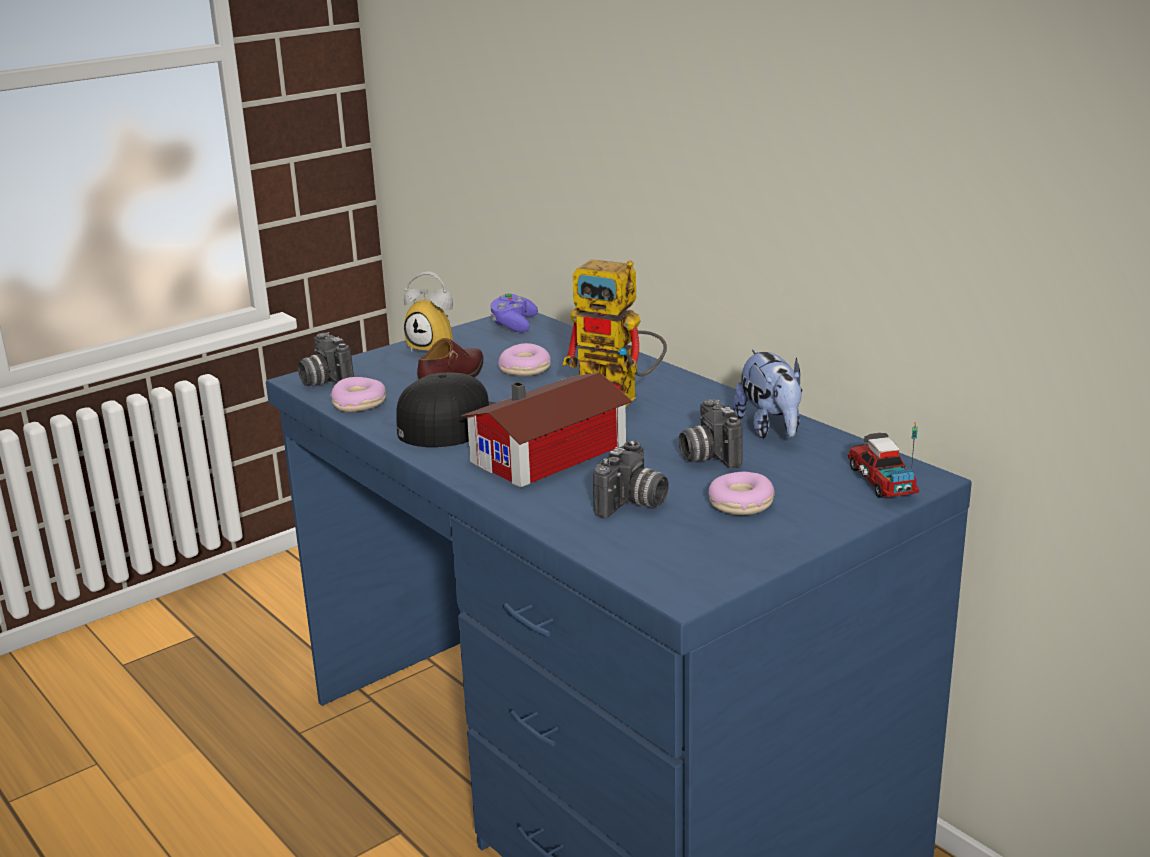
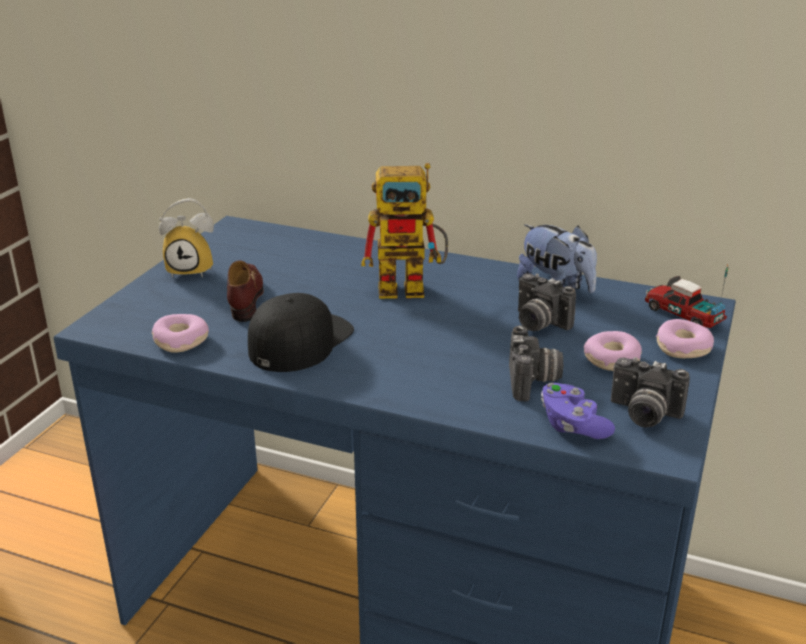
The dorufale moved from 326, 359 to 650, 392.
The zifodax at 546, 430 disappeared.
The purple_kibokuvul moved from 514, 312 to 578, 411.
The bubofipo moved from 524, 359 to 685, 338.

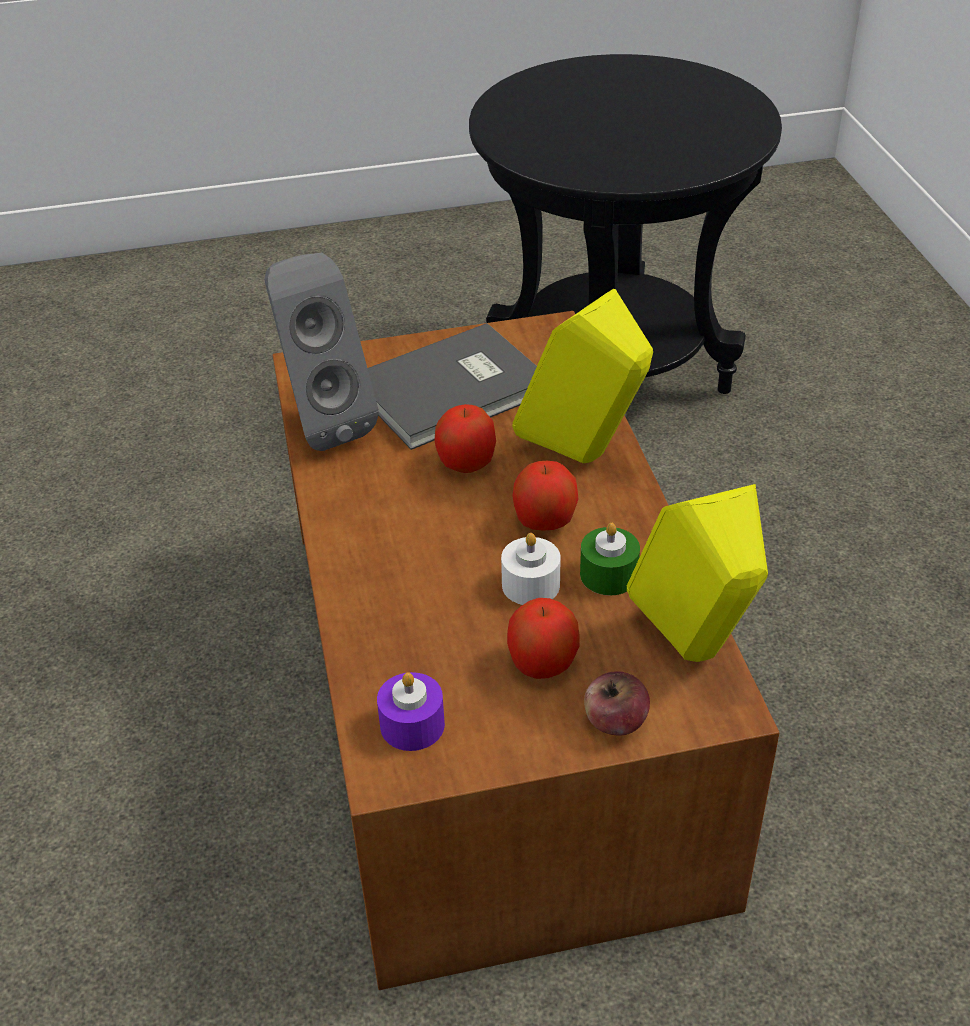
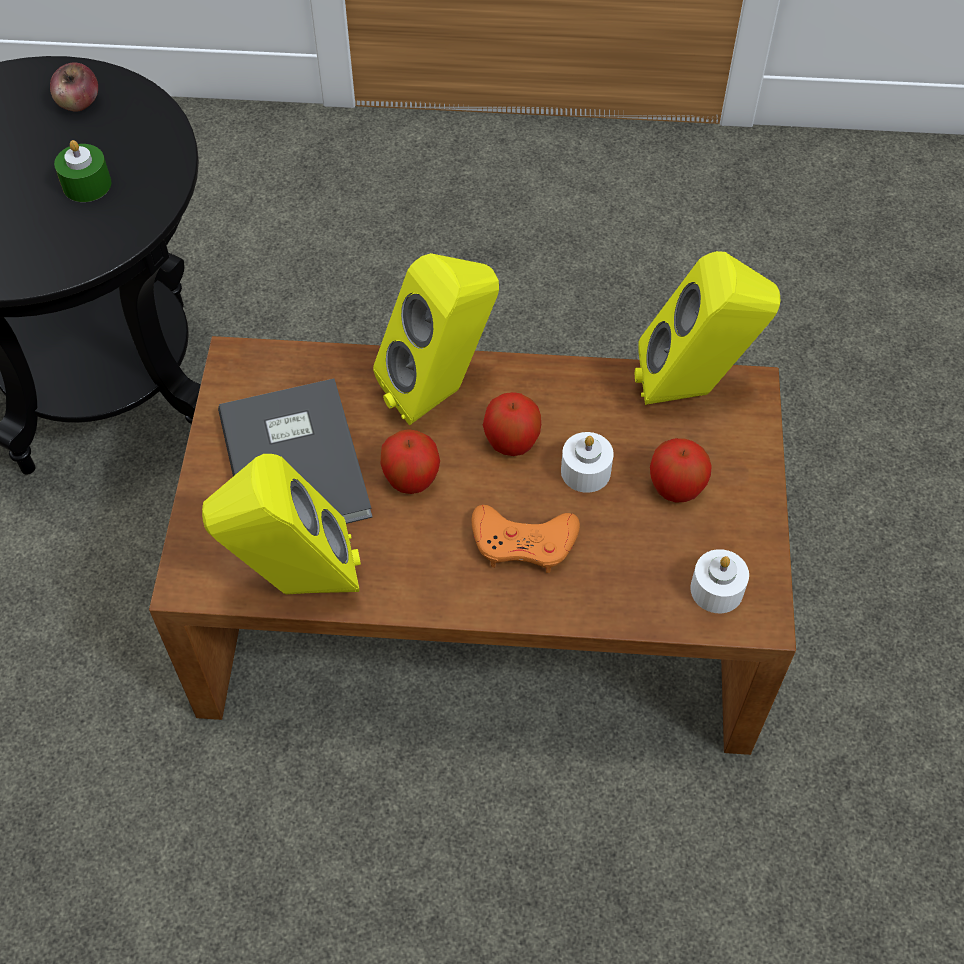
The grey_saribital at 321, 352 became the yellow_saribital at 281, 524.
The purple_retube at 411, 711 became the white_retube at 719, 581.
The green_retube moved from 610, 558 to 82, 171.
The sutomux moved from 617, 703 to 74, 87.
The orange_kibokuvul at 526, 539 appeared.

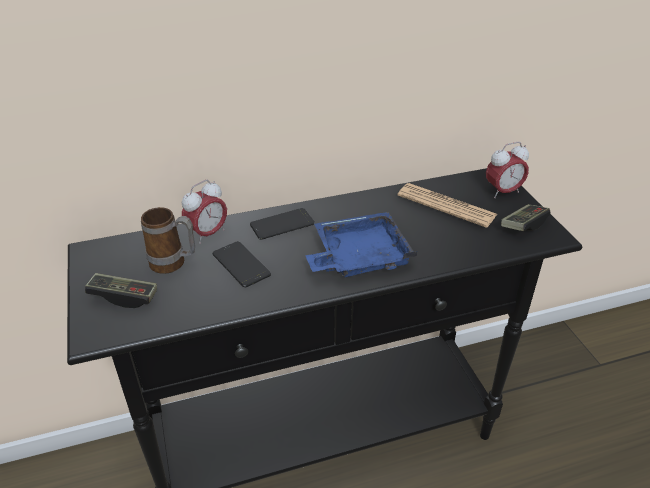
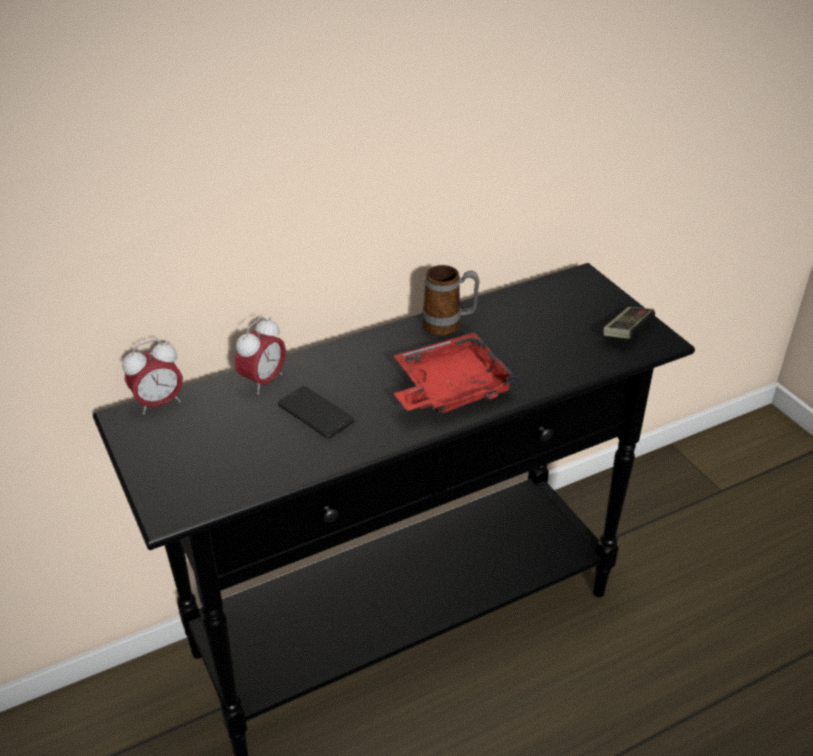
The kibokuvul at 121, 290 disappeared.
The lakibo moved from 168, 240 to 451, 300.
The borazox at 282, 224 disappeared.
The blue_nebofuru at 361, 244 became the red_nebofuru at 456, 372.
The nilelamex at 447, 205 disappeared.
The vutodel moved from 507, 170 to 152, 377.

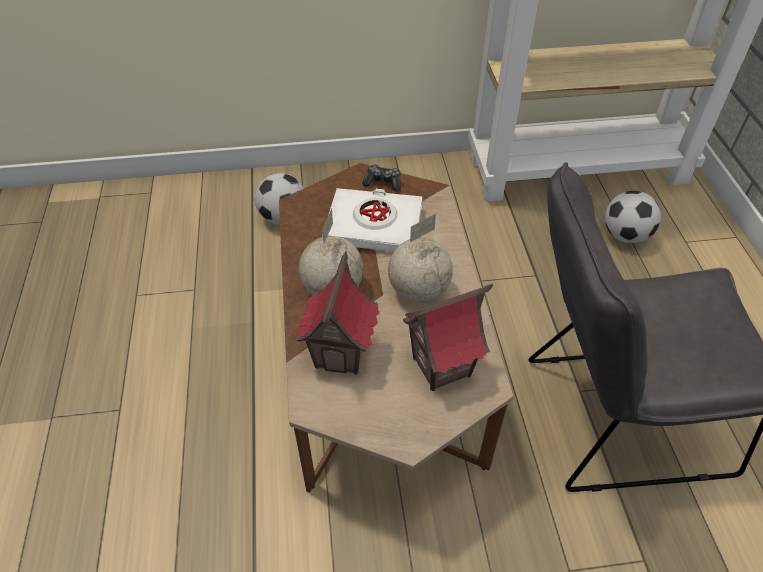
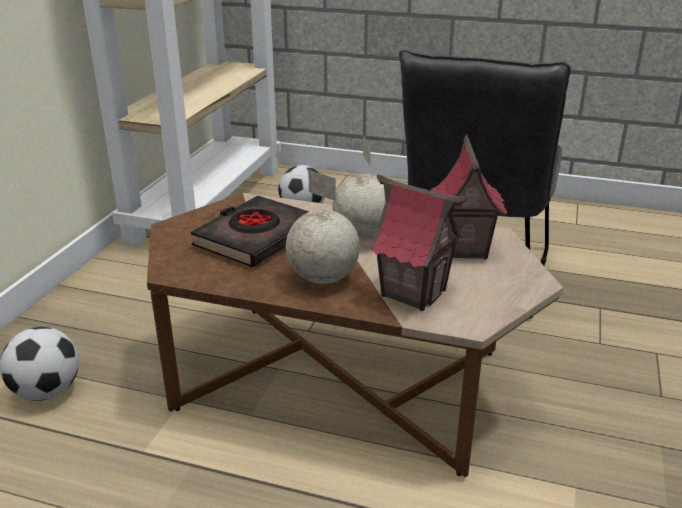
The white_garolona at 372, 220 became the black_garolona at 250, 231.
The kibokuvul at 381, 178 disappeared.

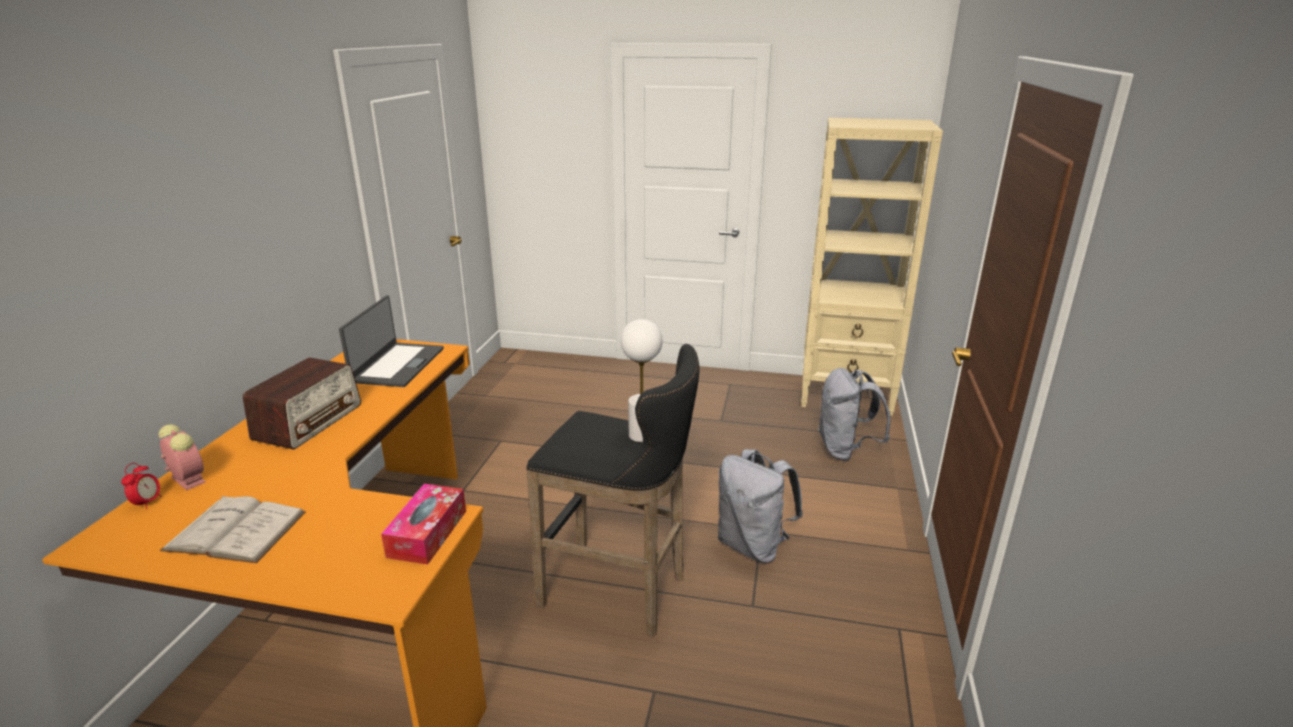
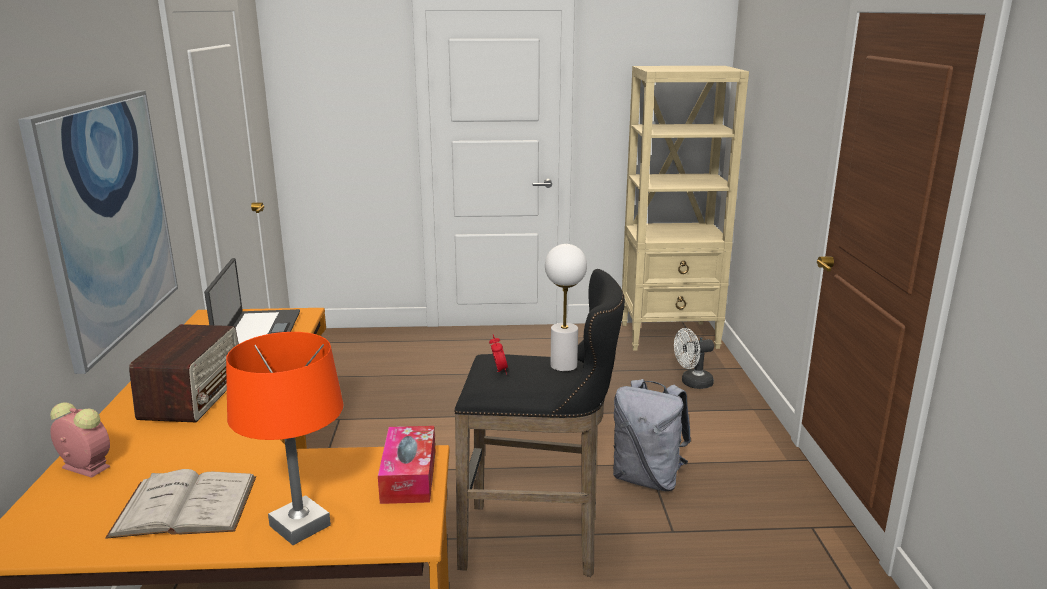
The vutodel moved from 141, 486 to 498, 354.
The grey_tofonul at 854, 414 was replaced by the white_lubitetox at 694, 358.
The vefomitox at 98, 232 appeared.
The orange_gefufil at 285, 438 appeared.

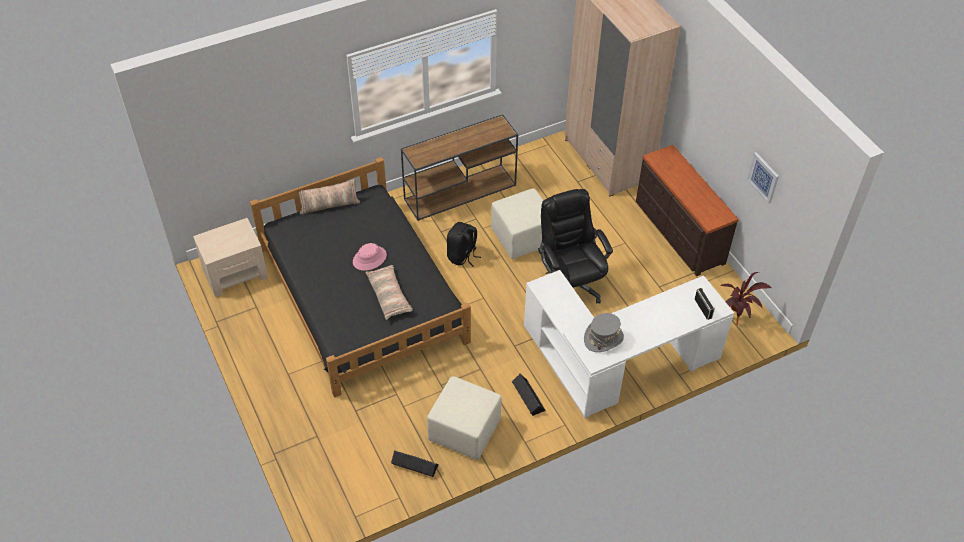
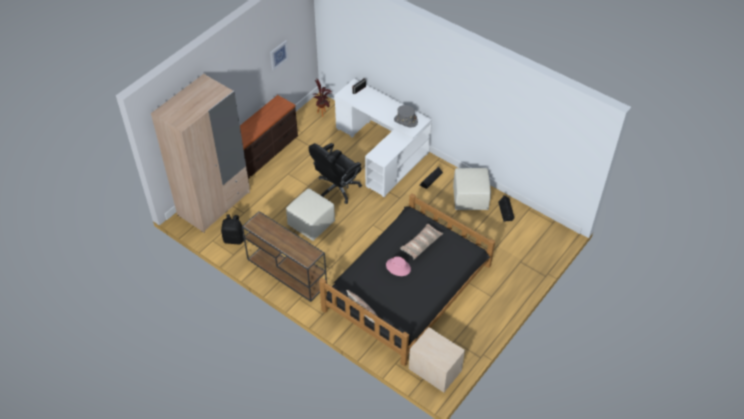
The black_tofonul moved from 464, 244 to 233, 229.

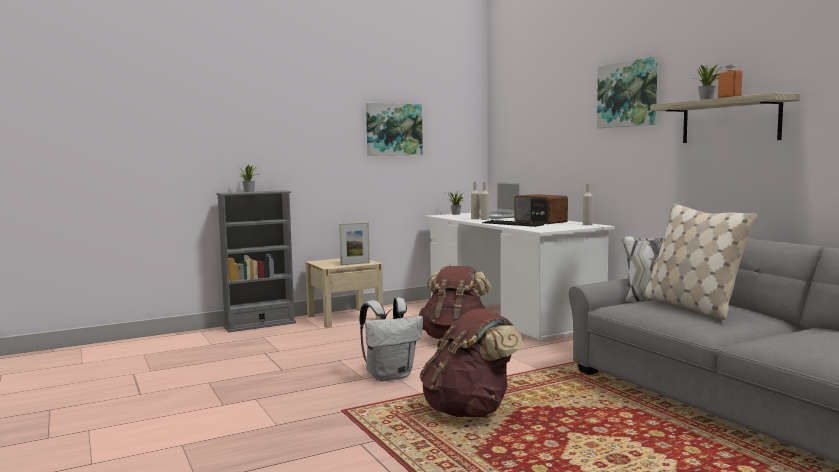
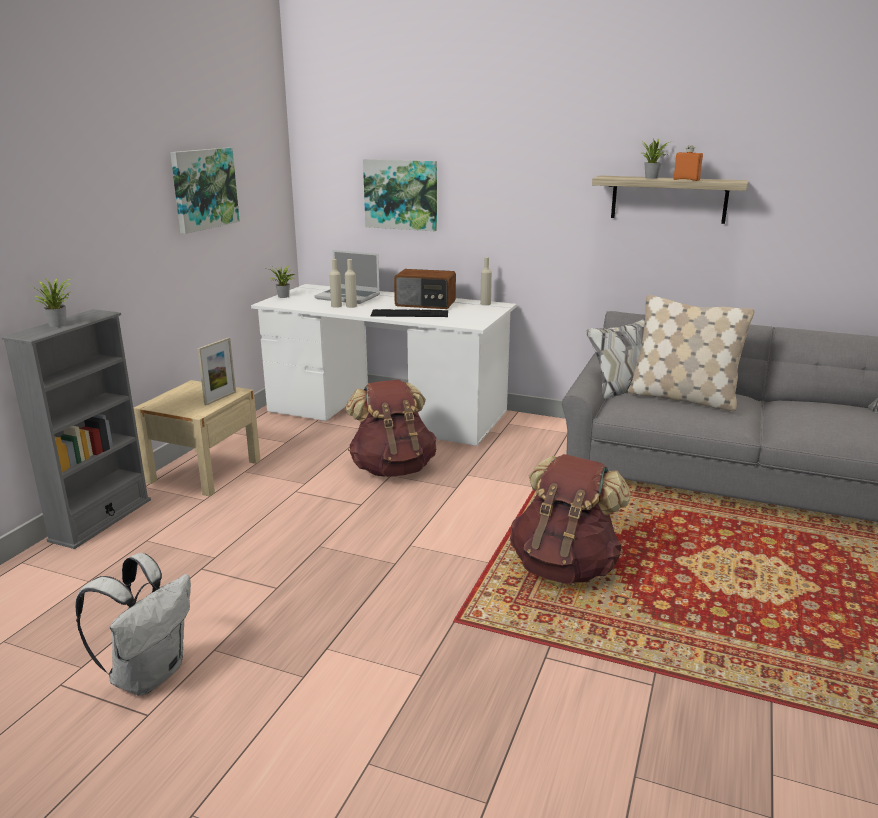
The white_tofonul moved from 391, 339 to 133, 624.
The vefomitox moved from 627, 92 to 400, 195.

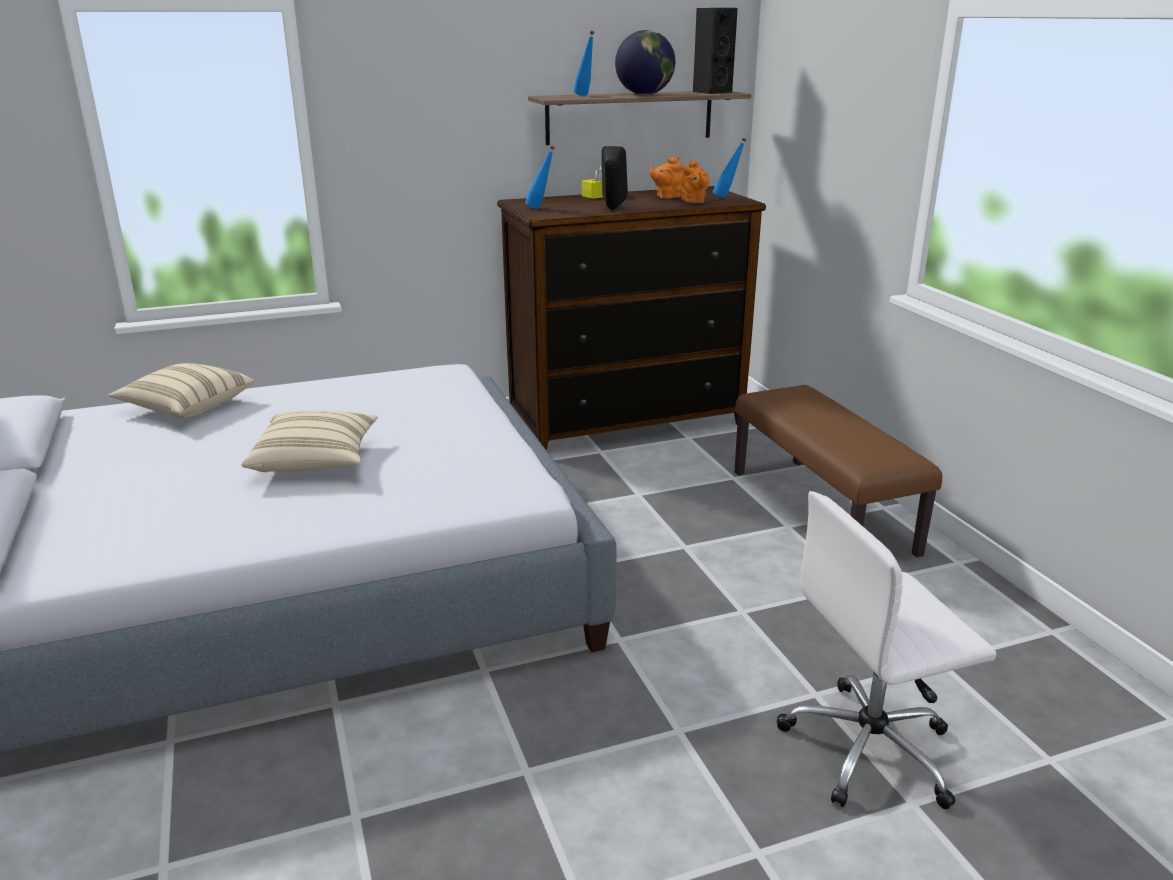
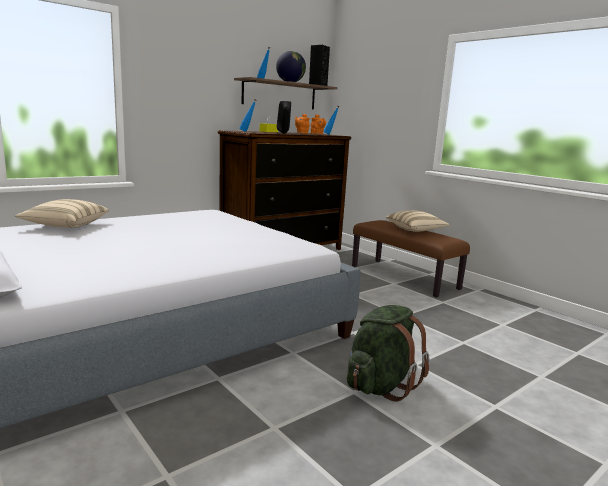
The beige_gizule moved from 309, 441 to 418, 221.
The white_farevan at 886, 650 disappeared.
The green_tofonul at 388, 353 appeared.

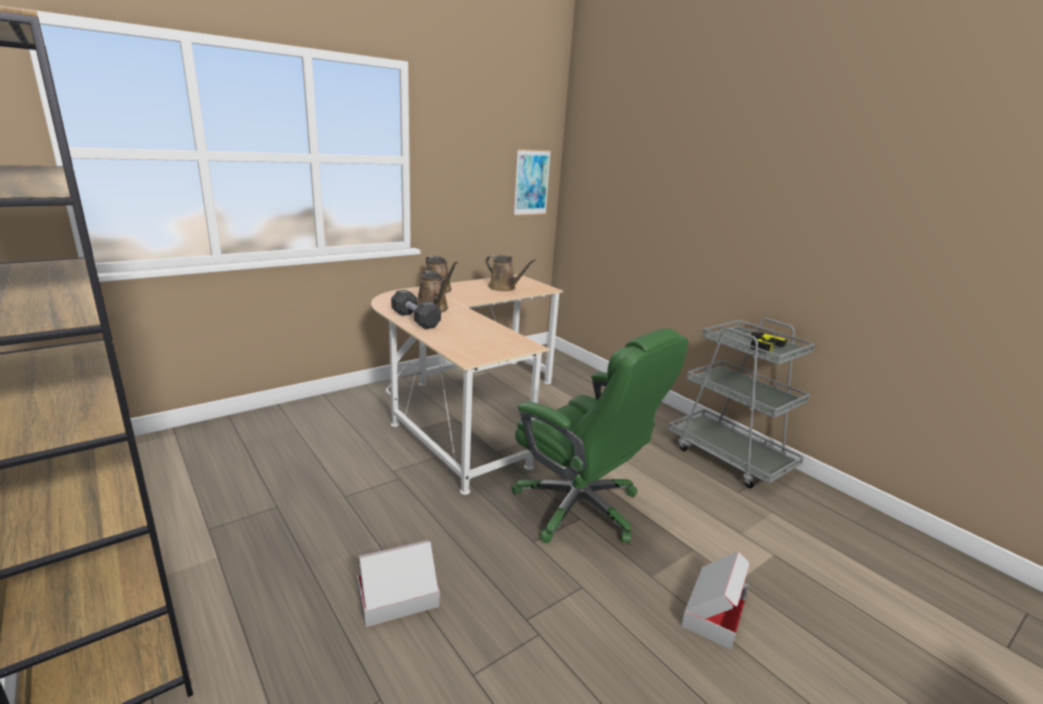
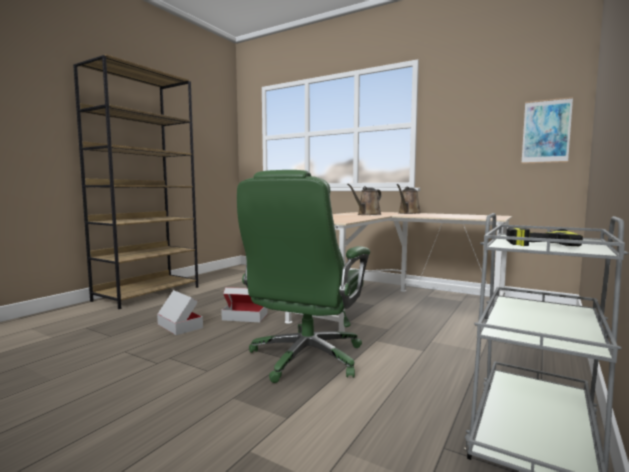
The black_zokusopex at 416, 309 disappeared.
The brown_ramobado at 510, 273 disappeared.
The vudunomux moved from 715, 600 to 244, 304.

